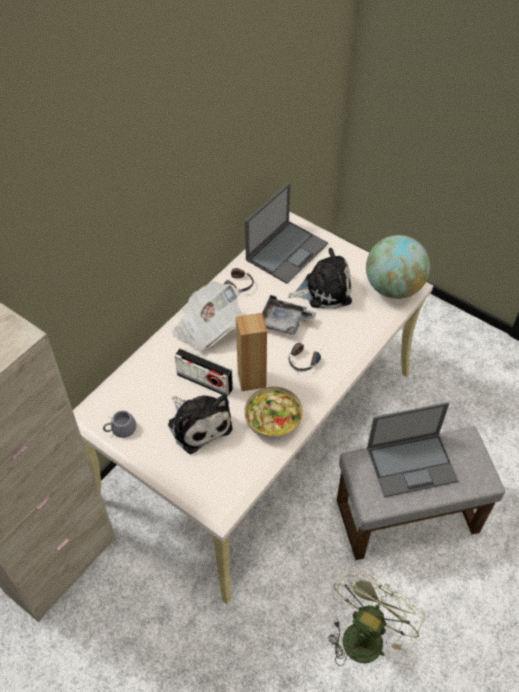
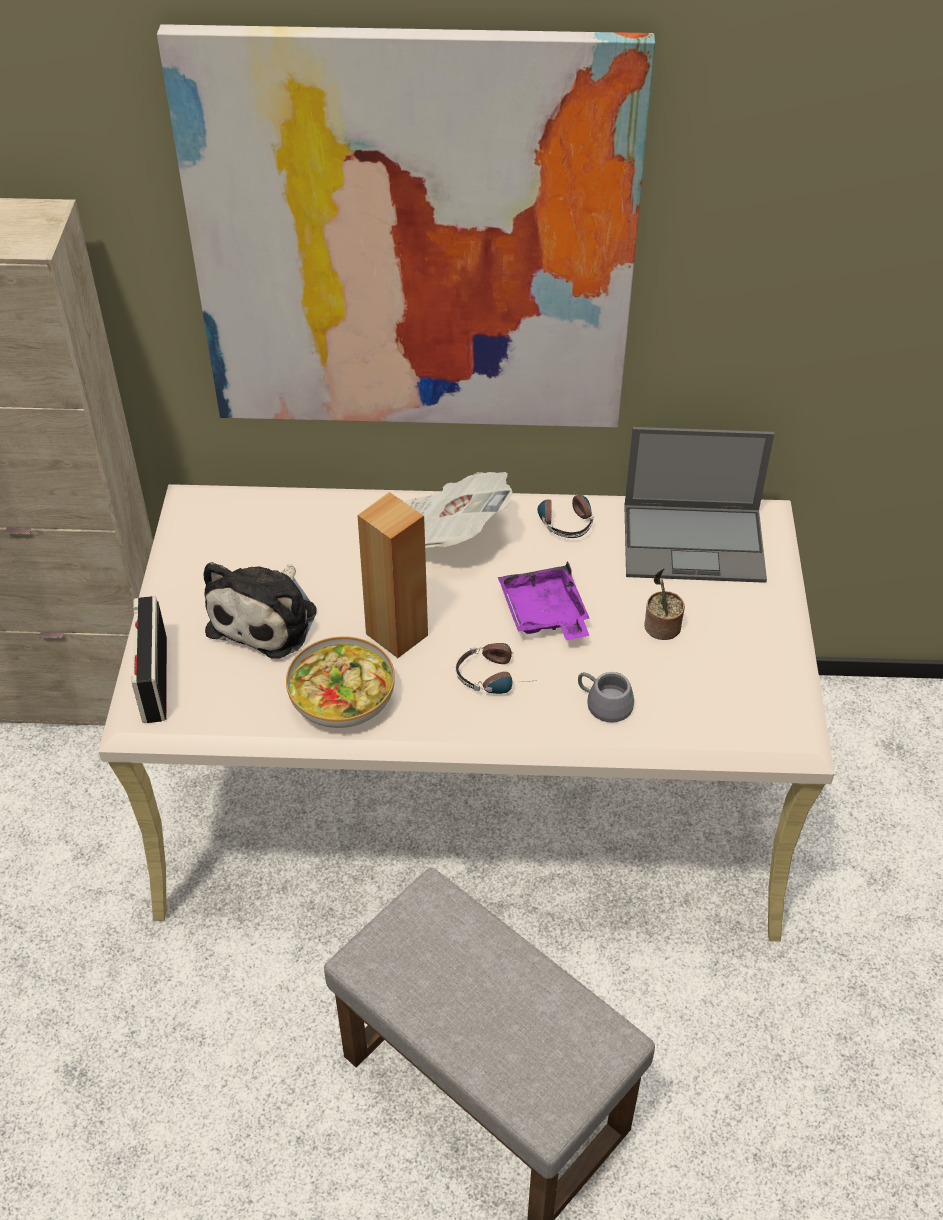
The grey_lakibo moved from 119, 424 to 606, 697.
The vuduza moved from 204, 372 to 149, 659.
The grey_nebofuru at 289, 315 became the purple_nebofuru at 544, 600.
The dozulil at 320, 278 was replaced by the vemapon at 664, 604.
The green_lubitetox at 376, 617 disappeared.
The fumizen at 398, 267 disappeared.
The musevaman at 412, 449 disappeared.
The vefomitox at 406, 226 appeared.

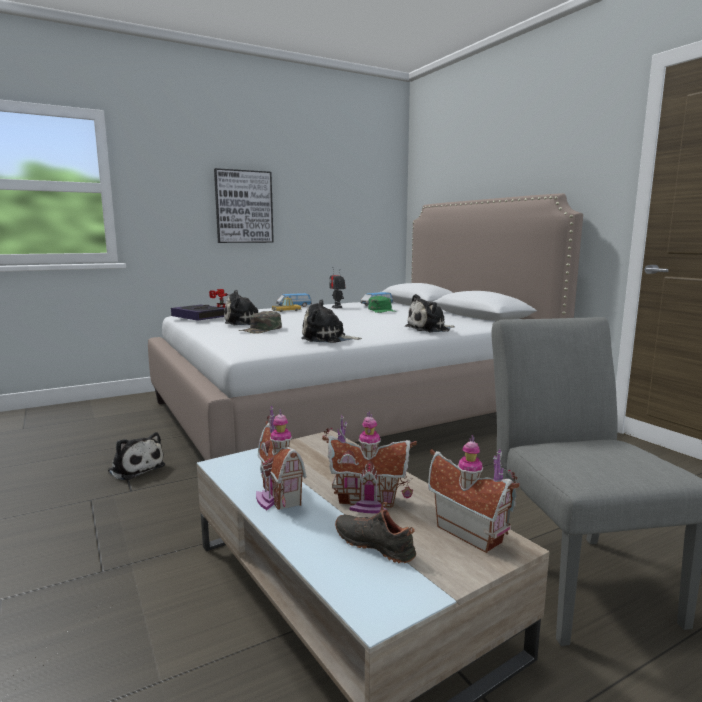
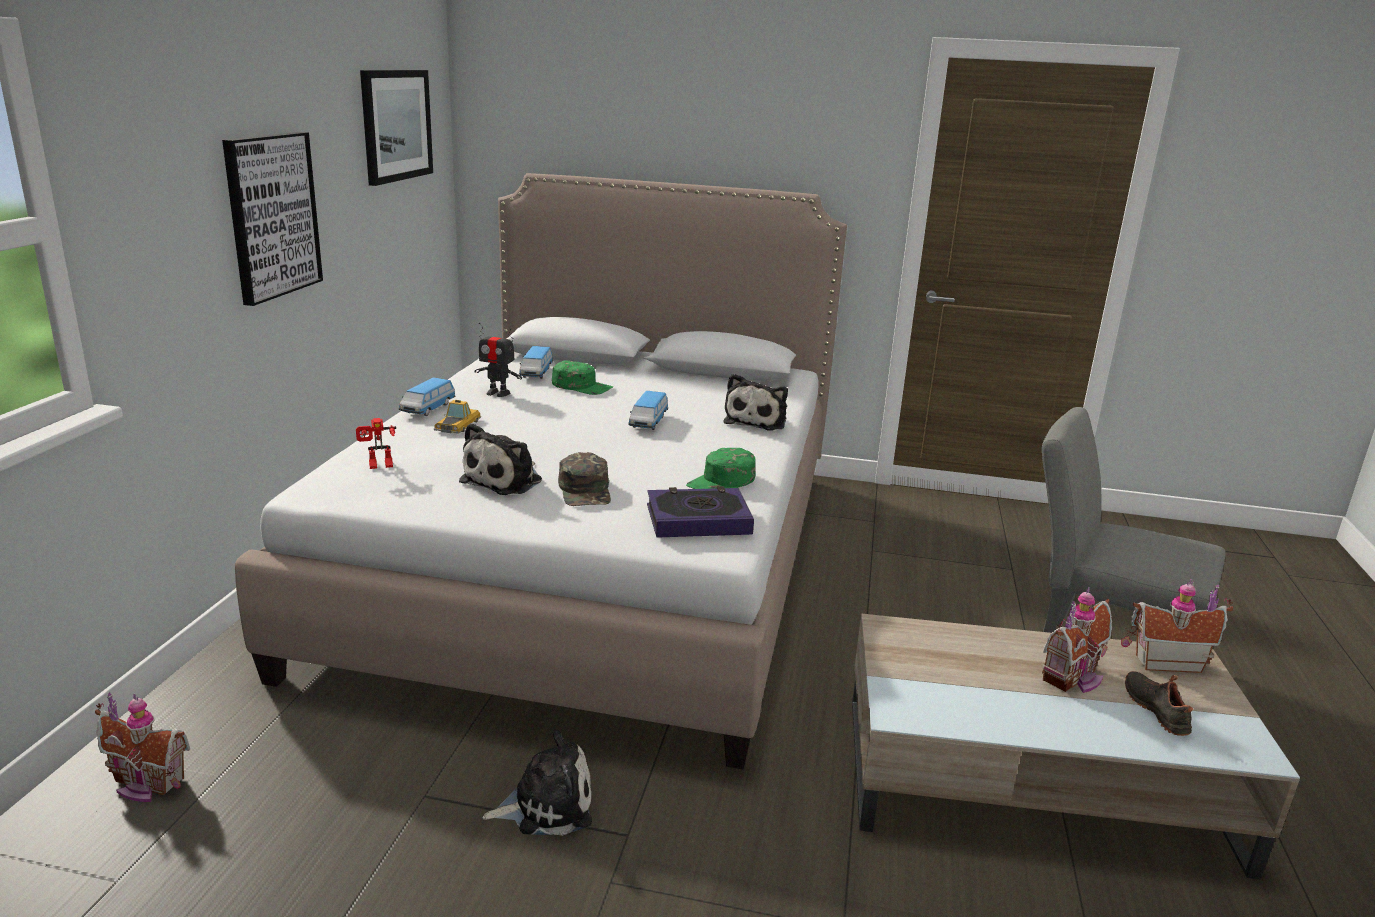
The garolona moved from 198, 313 to 700, 512.
The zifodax moved from 281, 458 to 142, 747.
The dozulil at 331, 321 was replaced by the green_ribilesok at 721, 468.
The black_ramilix at 375, 532 turned 90 degrees clockwise.
The vefomitox at 396, 128 appeared.
The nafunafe at 648, 410 appeared.

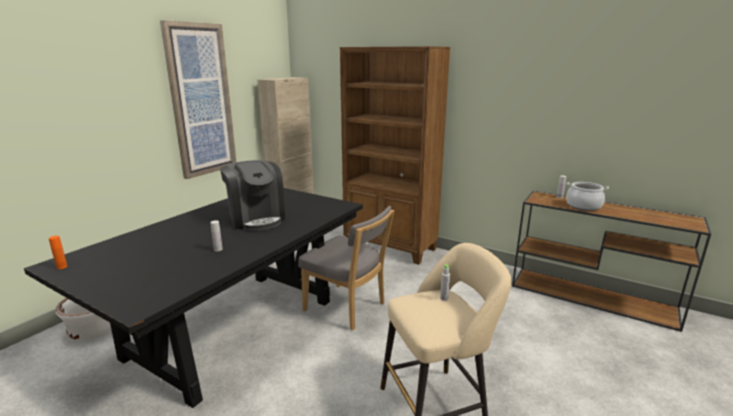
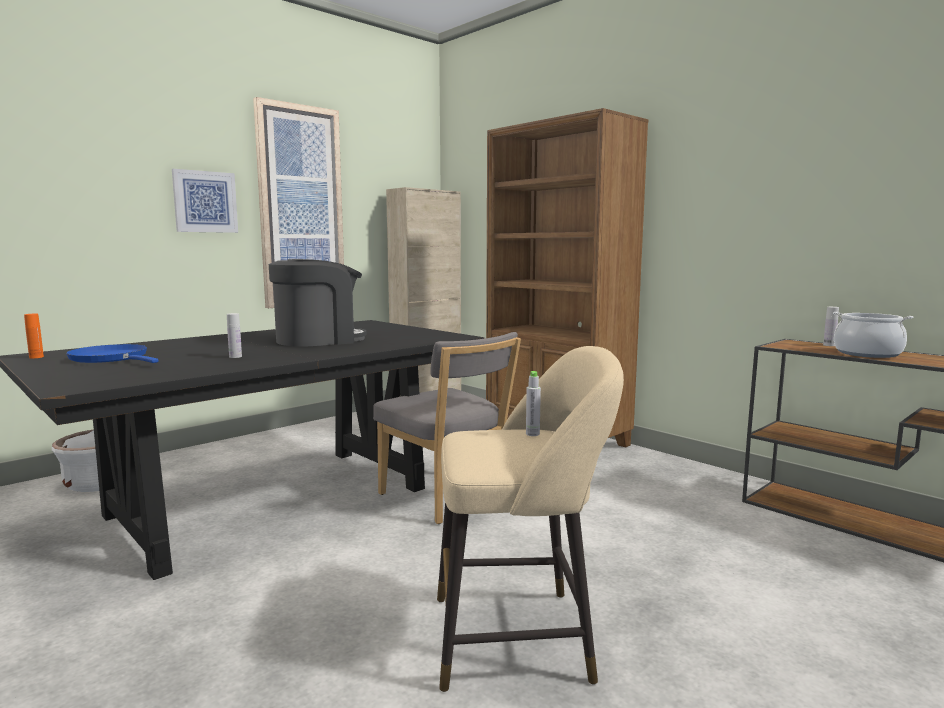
The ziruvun at 252, 195 turned 105 degrees counterclockwise.
The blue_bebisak at 112, 353 appeared.
The vefomitox at 205, 201 appeared.

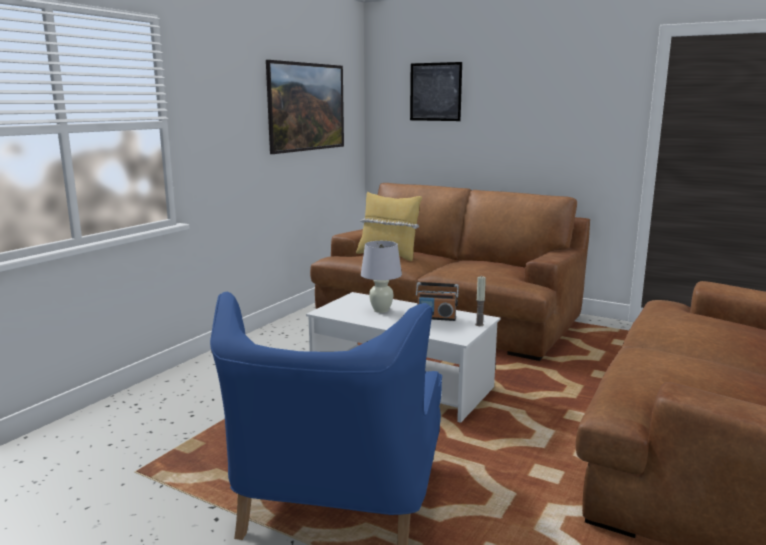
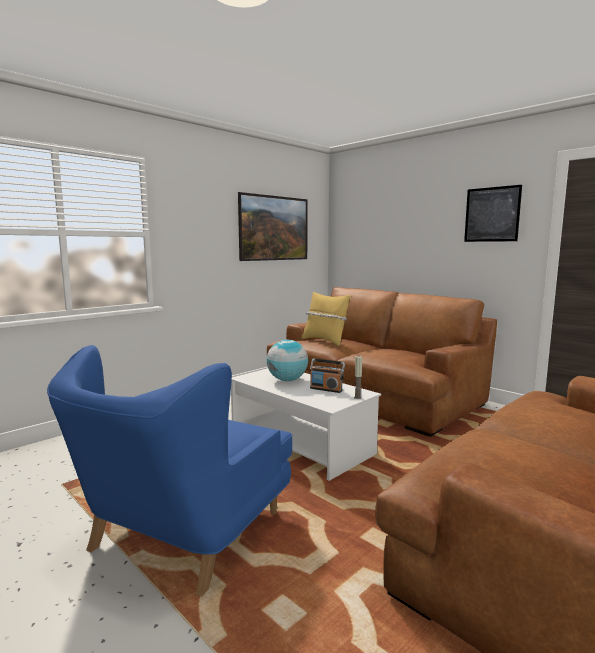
The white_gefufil at 381, 277 was replaced by the fumizen at 287, 360.
The vefomitox moved from 436, 91 to 493, 213.

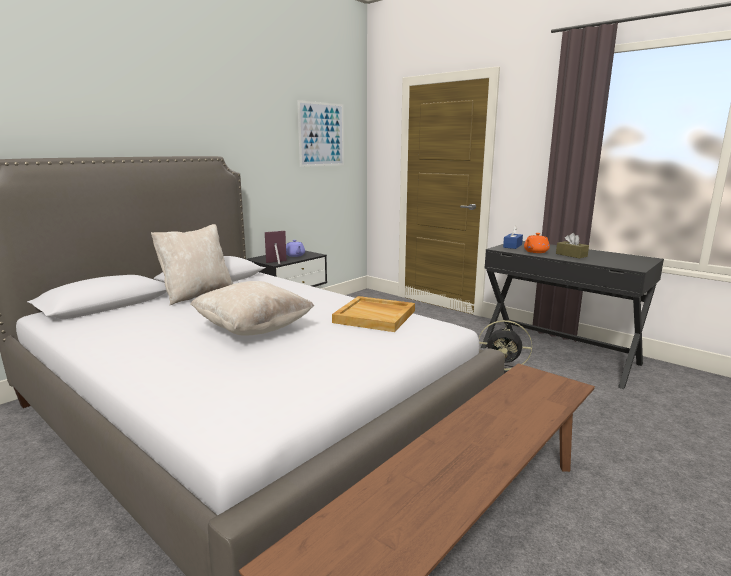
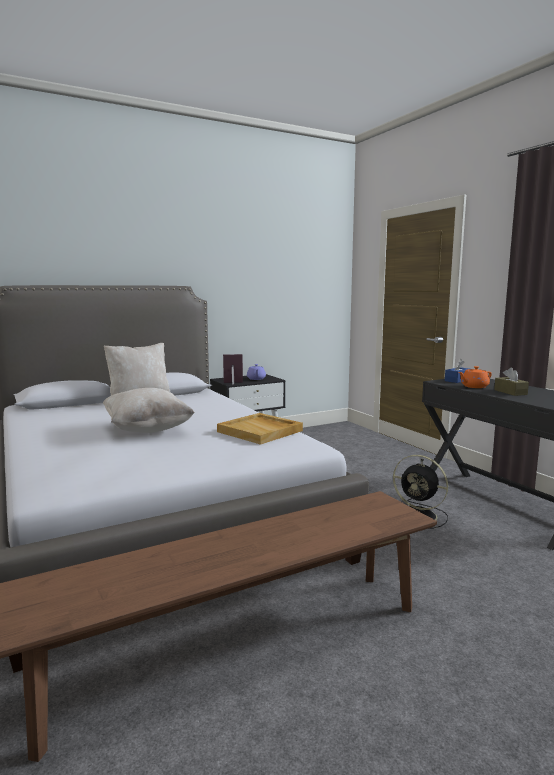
The vefomitox at 320, 133 disappeared.

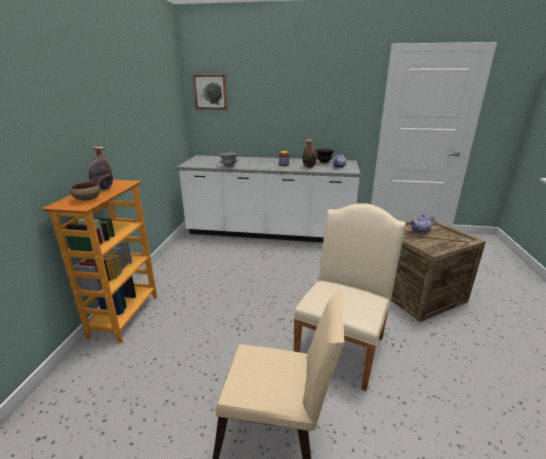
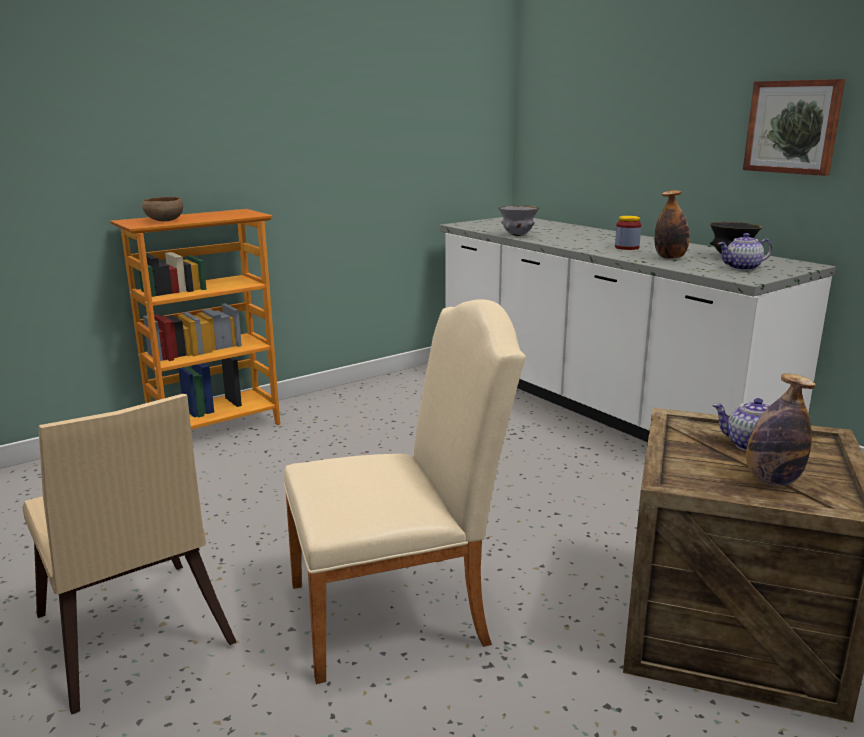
The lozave moved from 101, 168 to 781, 429.
The vefomitox moved from 210, 92 to 794, 127.

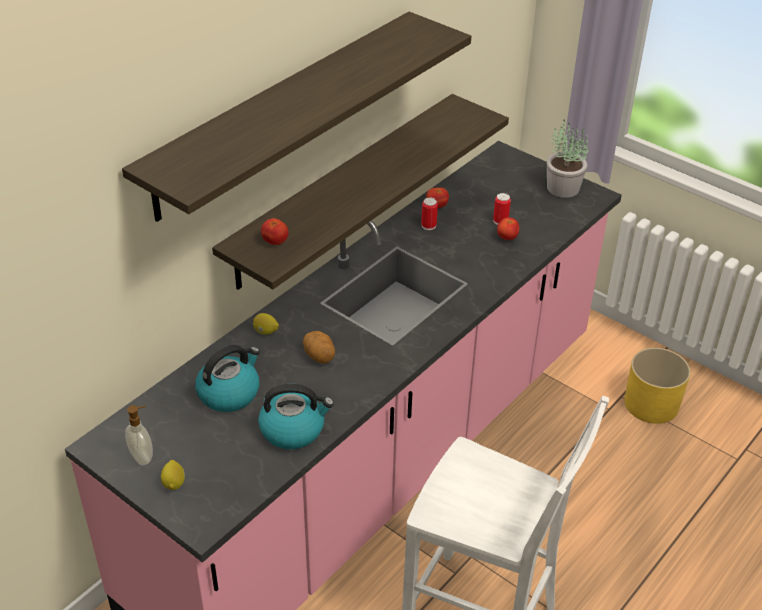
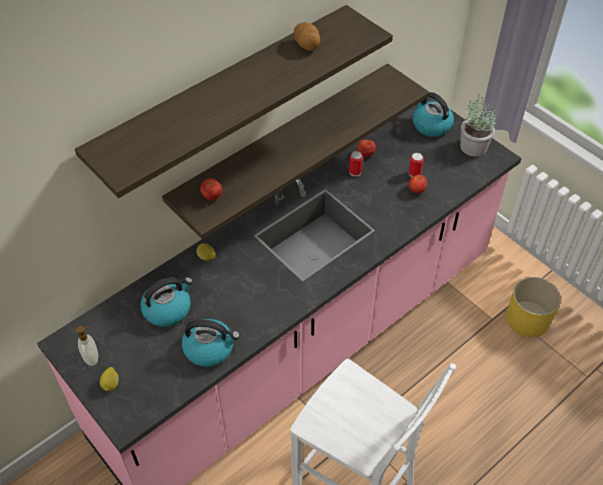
The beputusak moved from 319, 347 to 307, 36.
The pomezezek at 433, 114 appeared.

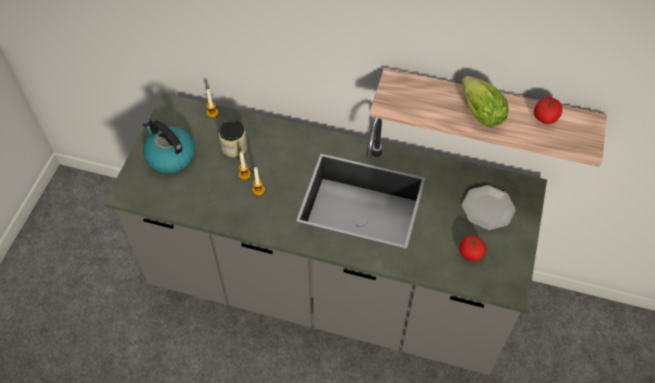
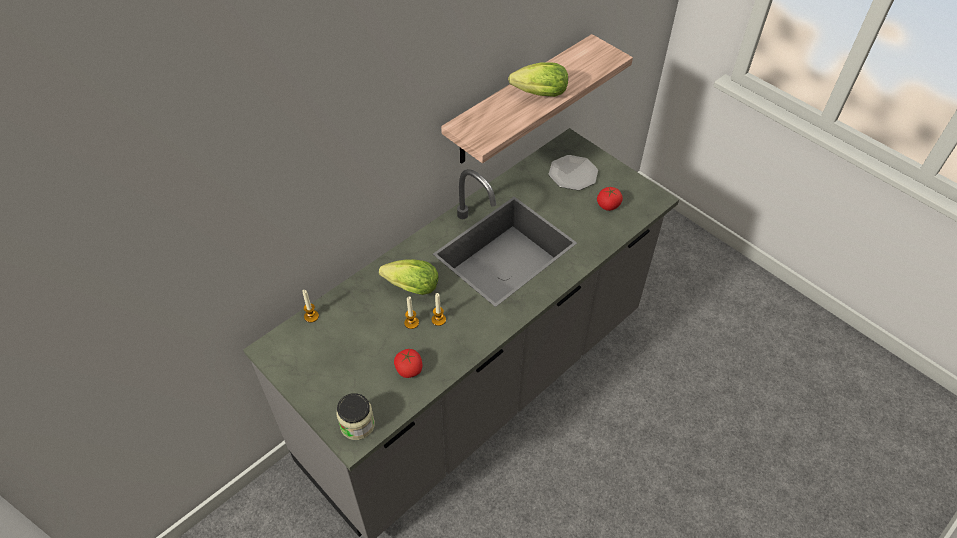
The pomezezek at 169, 146 disappeared.
The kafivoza moved from 233, 138 to 355, 416.
The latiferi moved from 548, 110 to 408, 363.
The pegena at 408, 277 appeared.

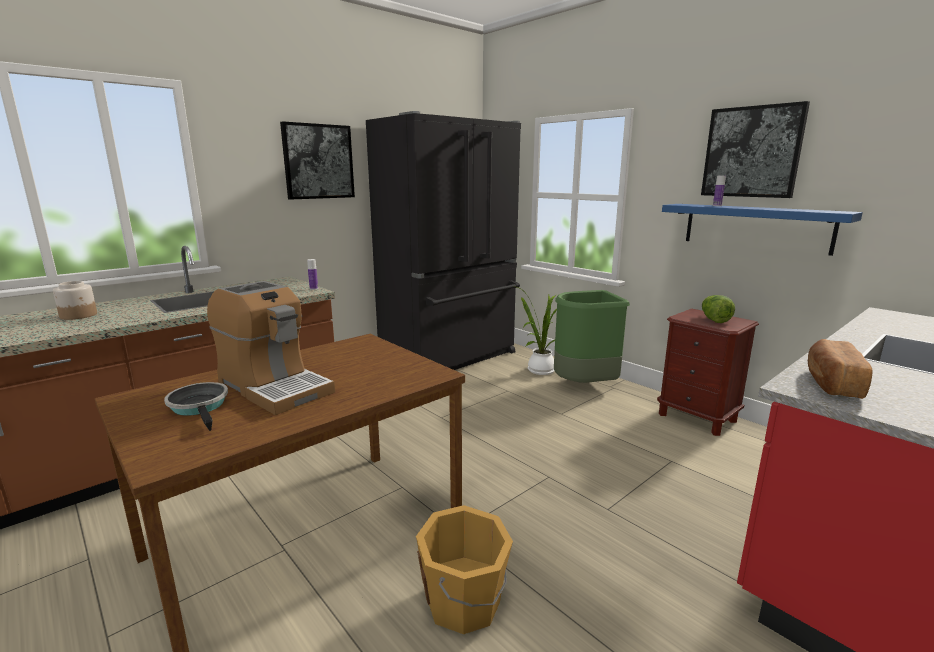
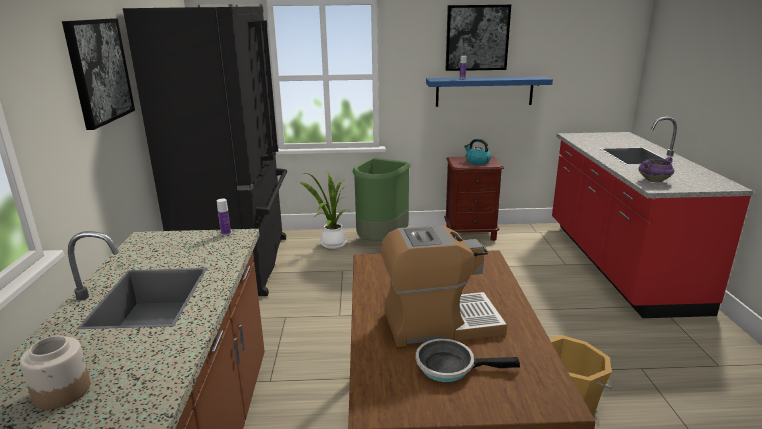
The pegena at 718, 309 was replaced by the pomezezek at 477, 152.
The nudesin at 840, 369 was replaced by the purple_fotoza at 656, 170.

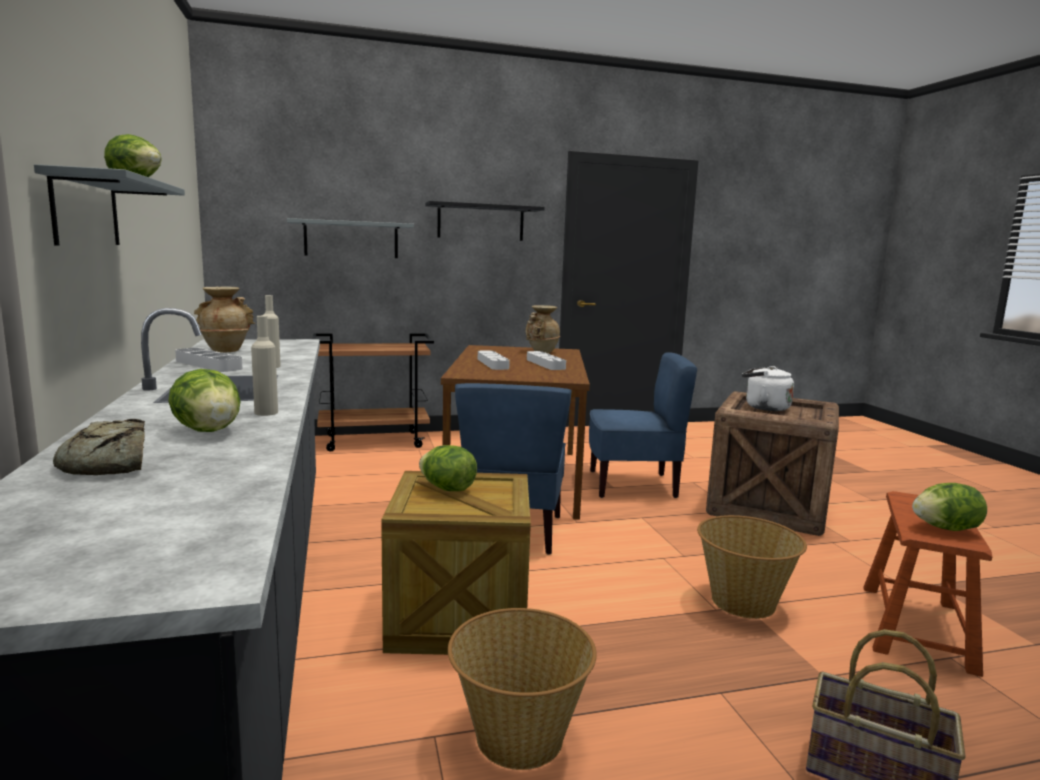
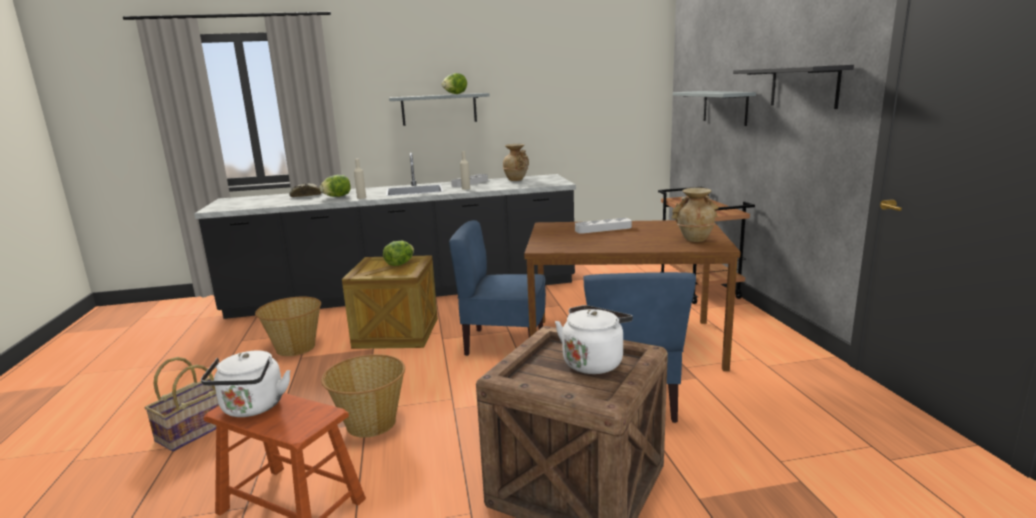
The grey_nebofuru at 546, 360 disappeared.
The pegena at 949, 507 was replaced by the white_pomezezek at 246, 384.

